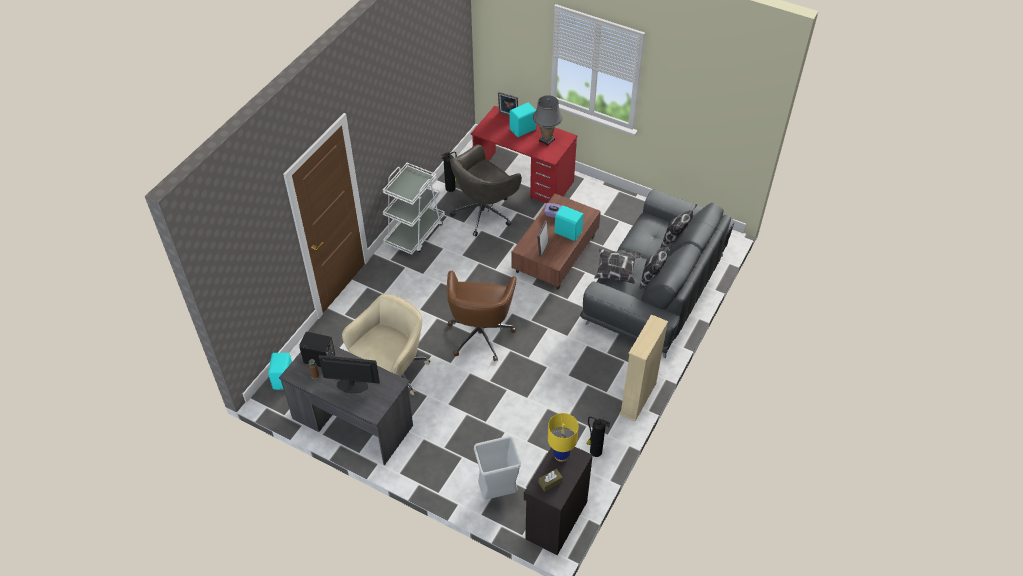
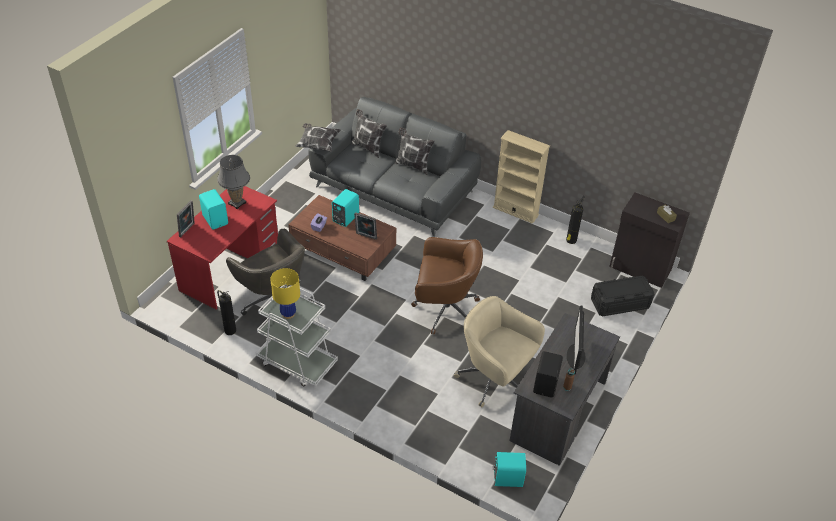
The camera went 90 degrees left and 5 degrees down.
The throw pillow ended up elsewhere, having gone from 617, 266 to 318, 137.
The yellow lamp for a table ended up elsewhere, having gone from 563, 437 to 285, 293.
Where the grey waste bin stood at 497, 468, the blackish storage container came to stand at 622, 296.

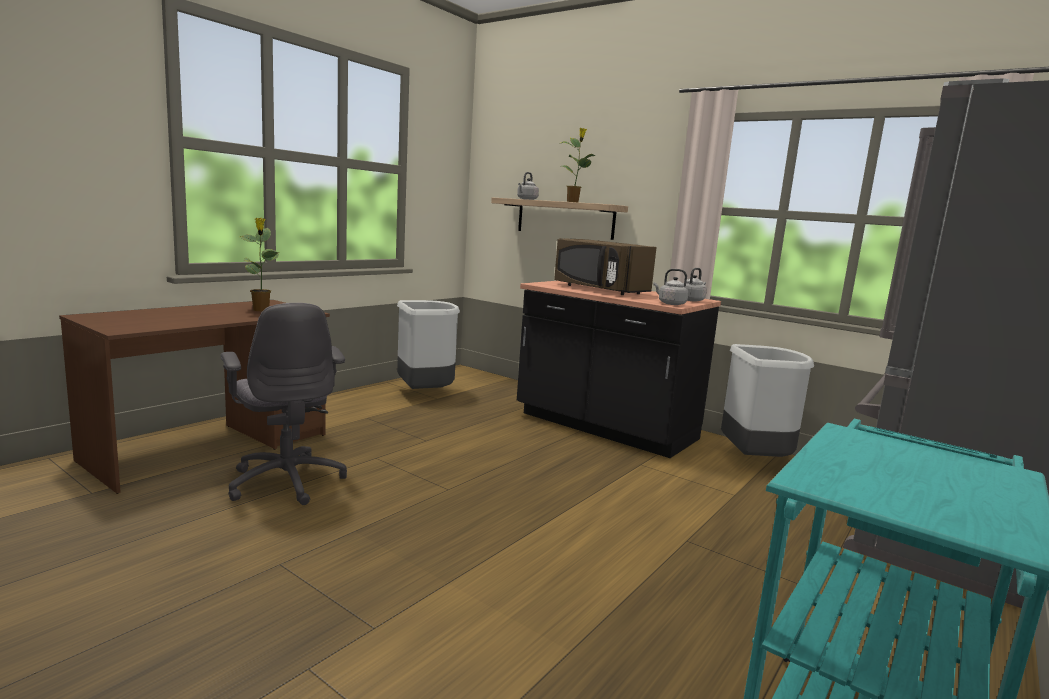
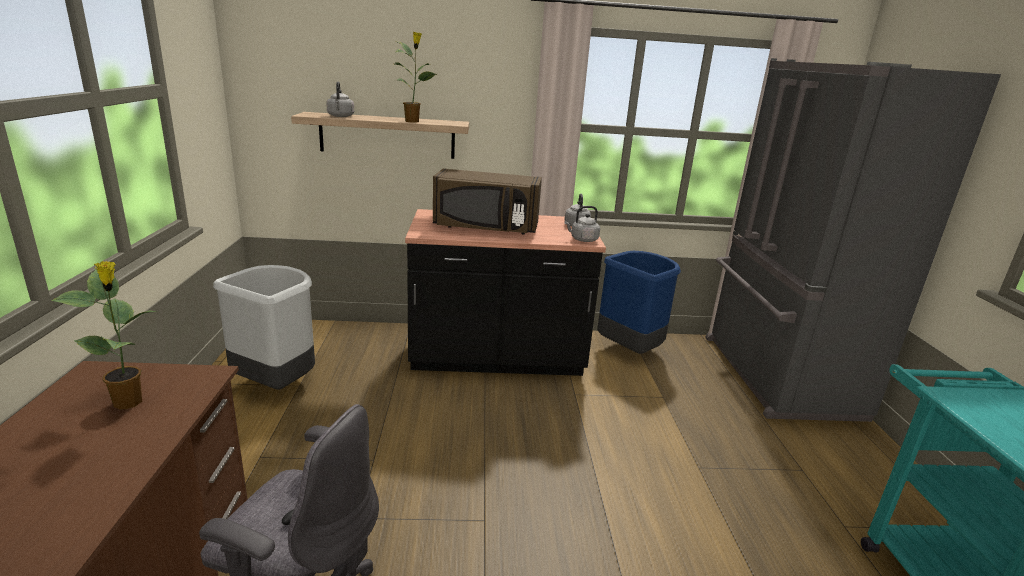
The camera went 40 degrees left and 10 degrees up.
What was the grey waste bin at 767, 400 turned into the bluish waste bin at 639, 302.

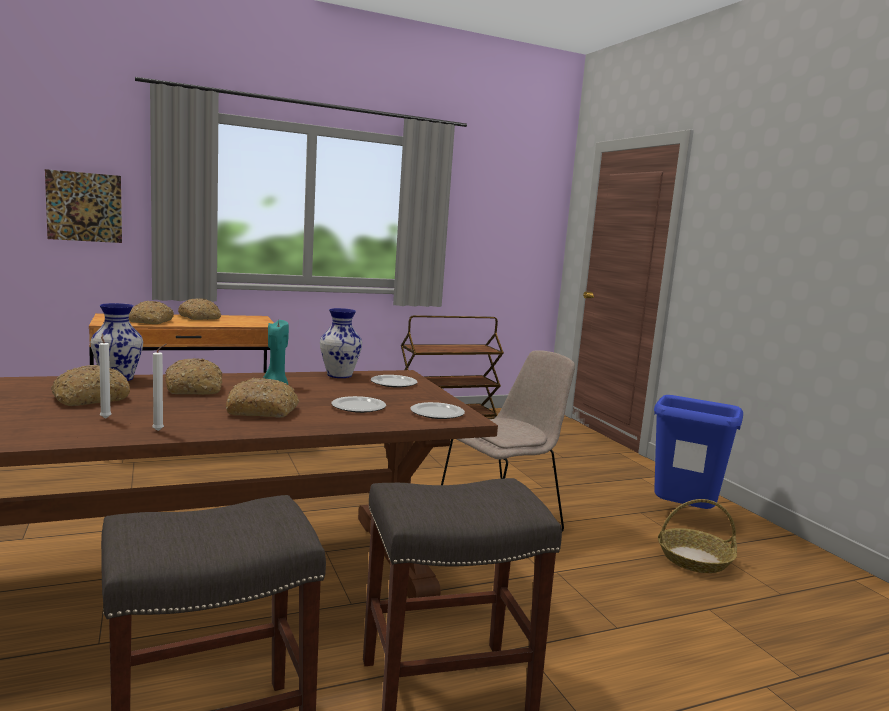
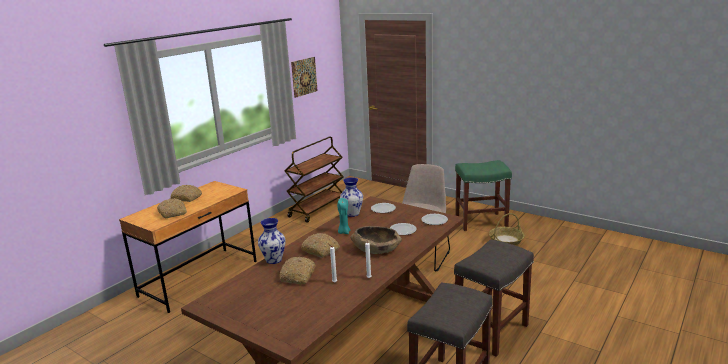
The camera went 30 degrees left and 10 degrees up.
The wall art ended up elsewhere, having gone from 83, 206 to 304, 77.
Where the baked bread stood at 262, 398, the brown serving bowl came to stand at 376, 240.
Where the bluish waste bin stood at 698, 452, the green stool seat came to stand at 483, 195.

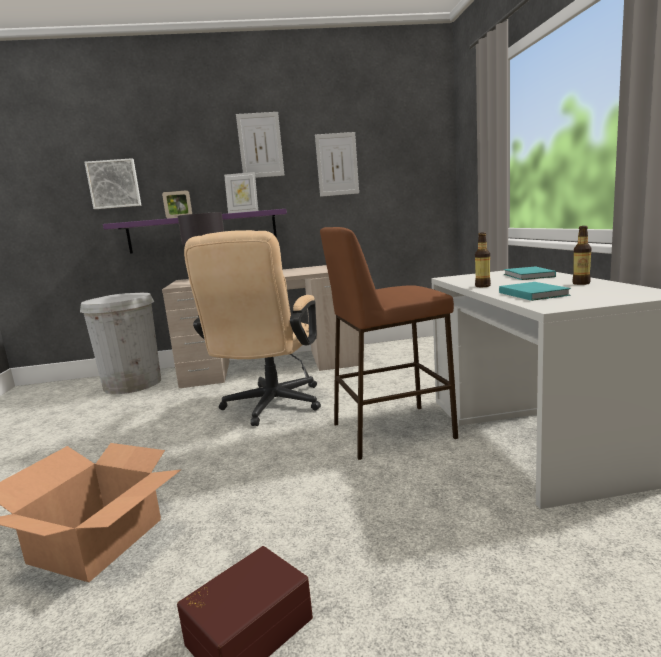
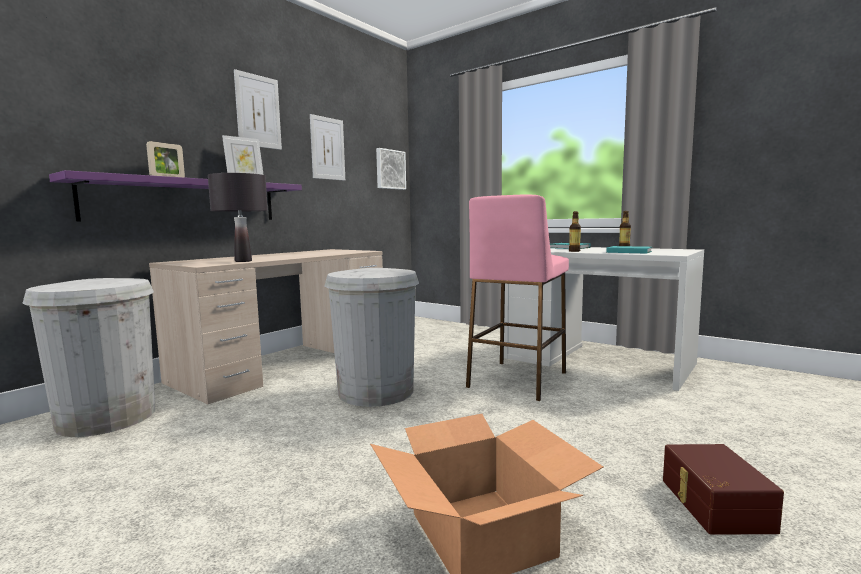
The camera went 45 degrees left and 5 degrees down.
The wall art ended up elsewhere, having gone from 113, 183 to 391, 169.
What was the brown stool seat at 389, 343 turned into the pink-coloured stool seat at 517, 297.
Where the beige desk chair stood at 252, 328, the white waste bin came to stand at 372, 337.

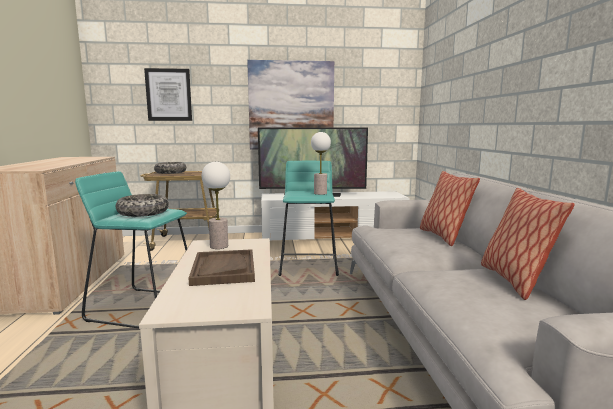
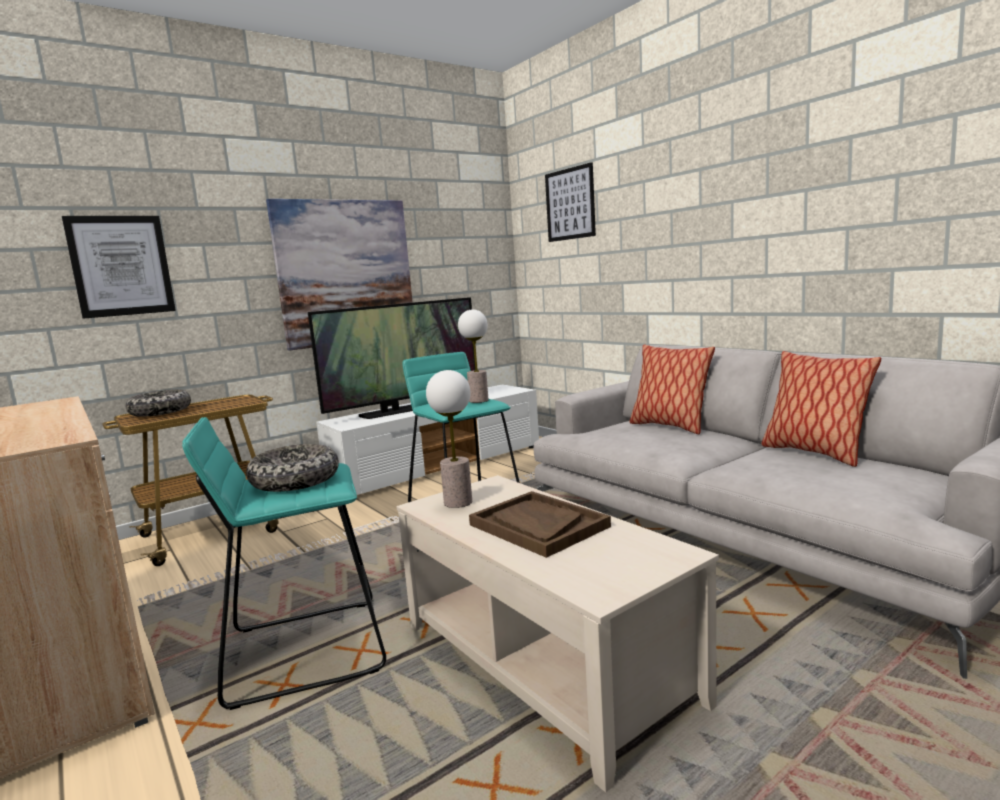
The camera went 30 degrees left and 0 degrees up.
The second view gained the wall art at 570, 202.

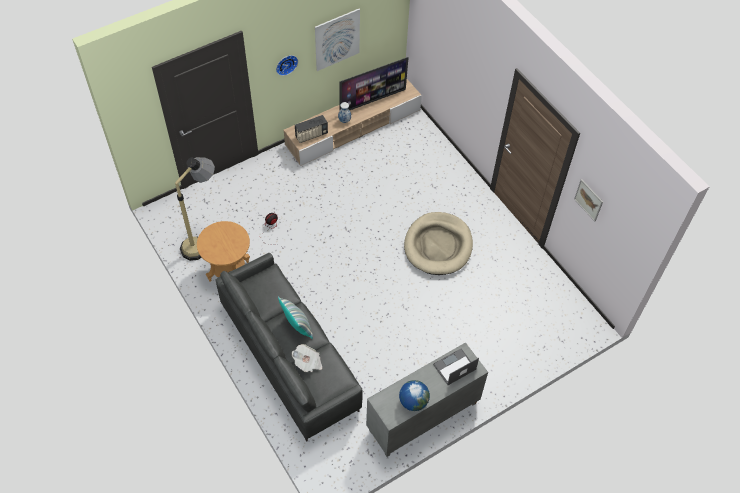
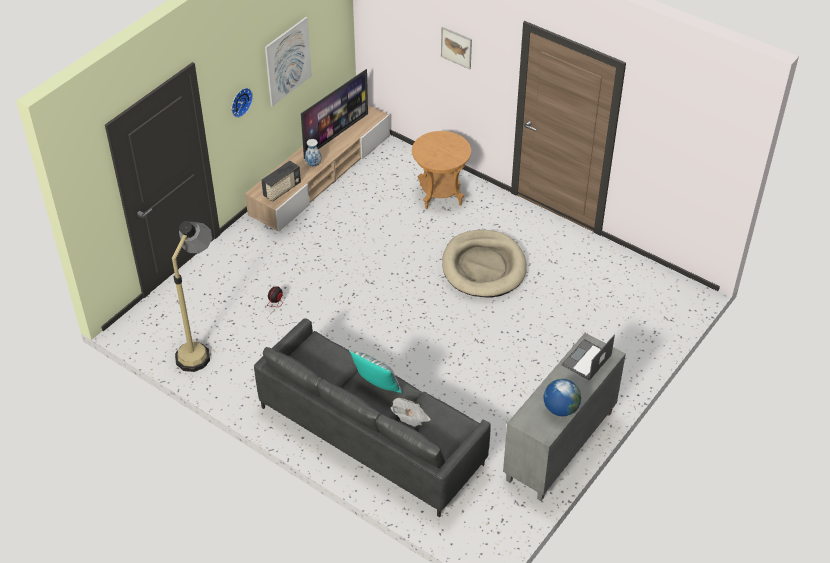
The camera went 20 degrees left and 10 degrees down.
The wall art ended up elsewhere, having gone from 588, 200 to 456, 48.
The brown accent table ended up elsewhere, having gone from 223, 251 to 441, 170.

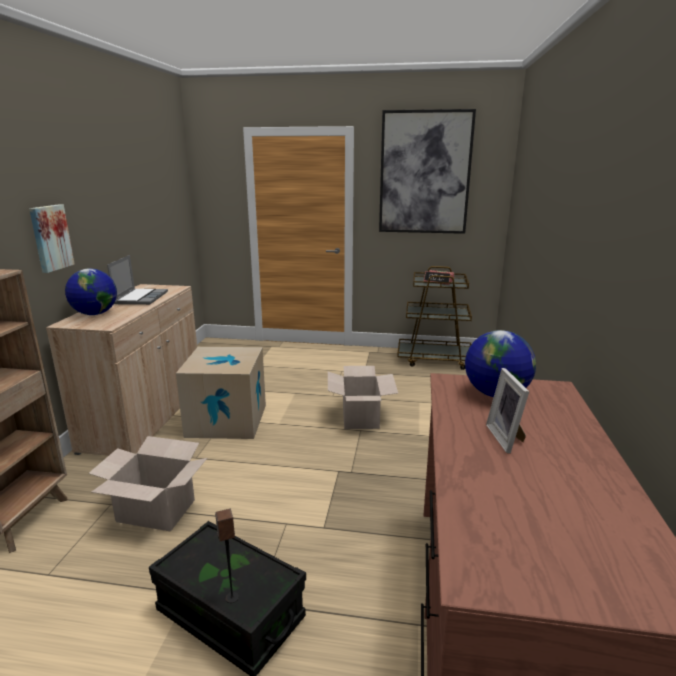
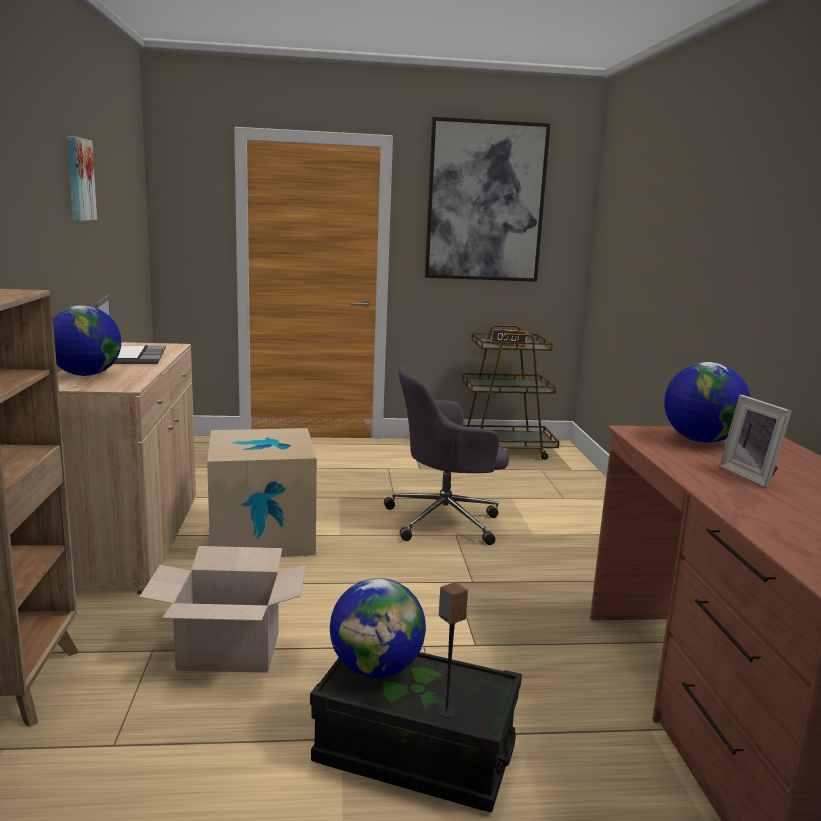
The camera went 15 degrees left and 5 degrees down.
The wall art ended up elsewhere, having gone from 52, 238 to 82, 178.
Where the packing box stood at 363, 397, the grey desk chair came to stand at 446, 456.
The second view gained the world globe at 378, 628.

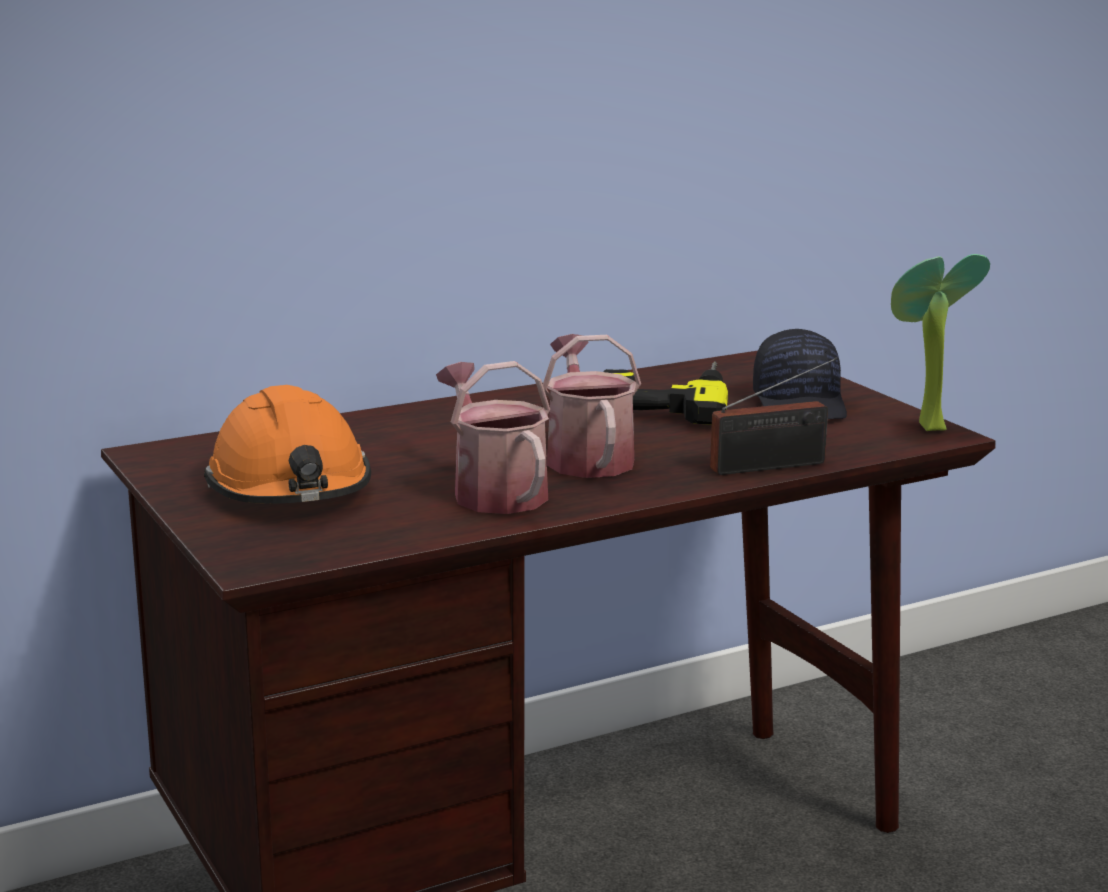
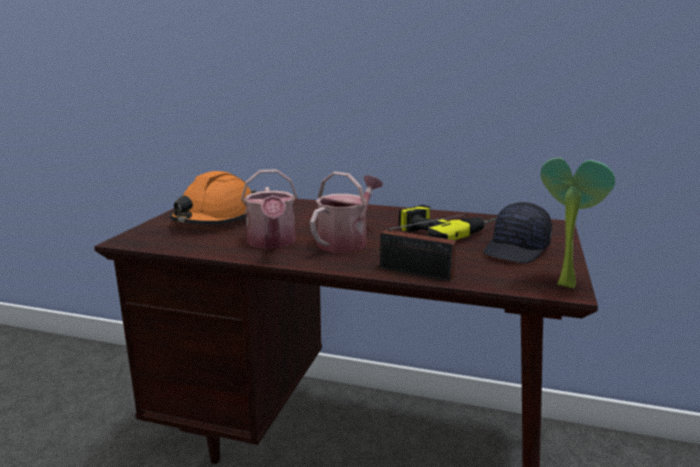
The camera went 45 degrees right and 0 degrees up.
The sprinkling can at 493, 437 ended up facing another way, 150 degrees clockwise from before.

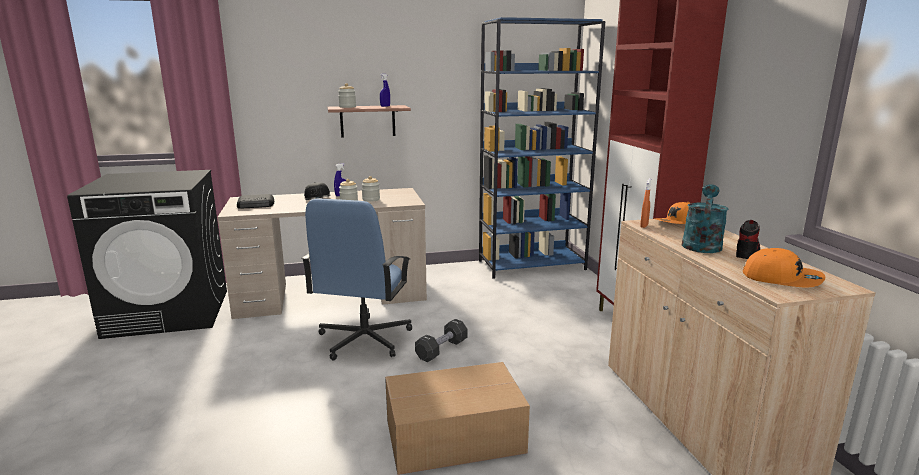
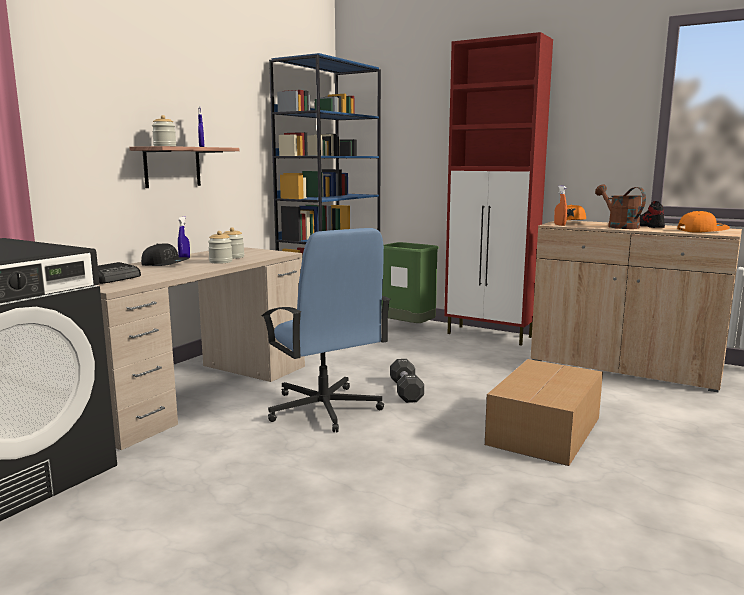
The camera went 45 degrees left and 5 degrees down.
What was the turquoise-coloured sprinkling can at 705, 218 turned into the brown sprinkling can at 620, 206.
The second view gained the green waste bin at 410, 282.

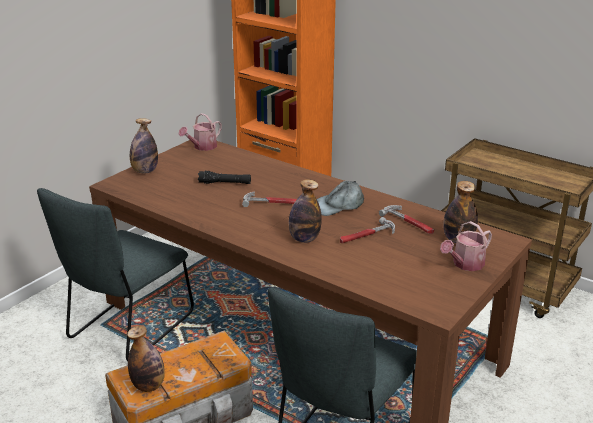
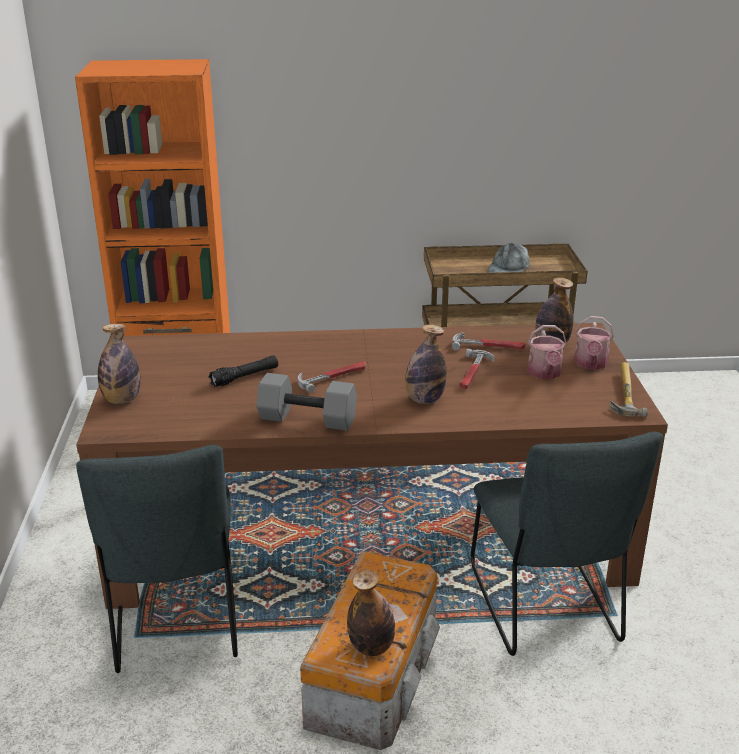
The camera went 40 degrees left and 0 degrees up.
The sprinkling can ended up elsewhere, having gone from 200, 132 to 547, 352.
The grey cap ended up elsewhere, having gone from 340, 198 to 509, 257.
The second view gained the hand hammer at 628, 389.
The second view gained the grey hand weight at 306, 402.

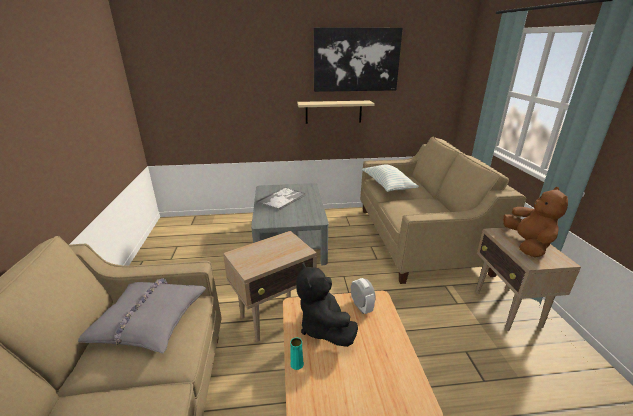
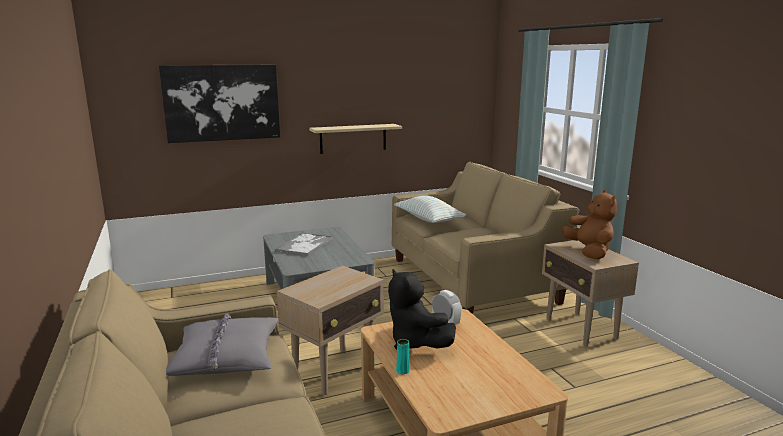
The camera went 15 degrees left and 10 degrees down.
The wall art ended up elsewhere, having gone from 358, 59 to 219, 104.

